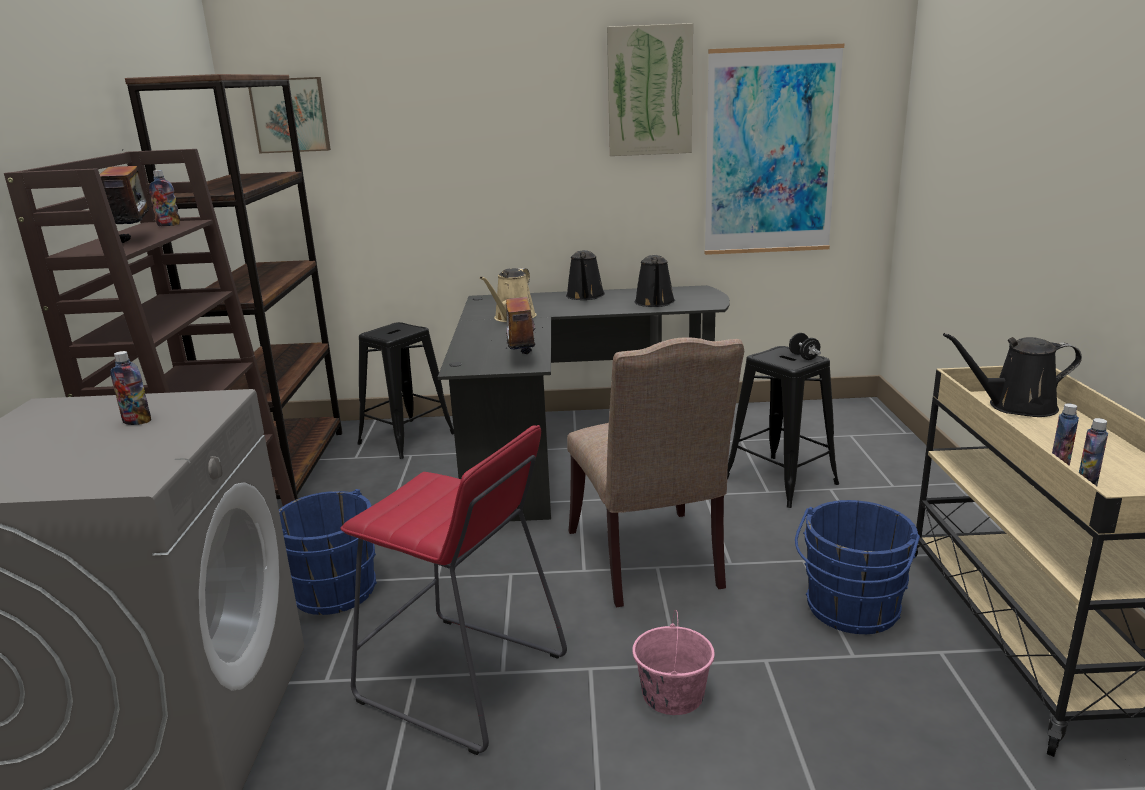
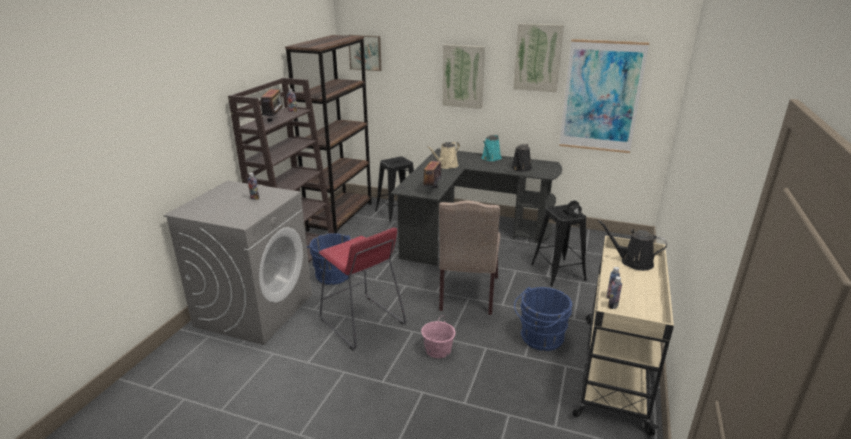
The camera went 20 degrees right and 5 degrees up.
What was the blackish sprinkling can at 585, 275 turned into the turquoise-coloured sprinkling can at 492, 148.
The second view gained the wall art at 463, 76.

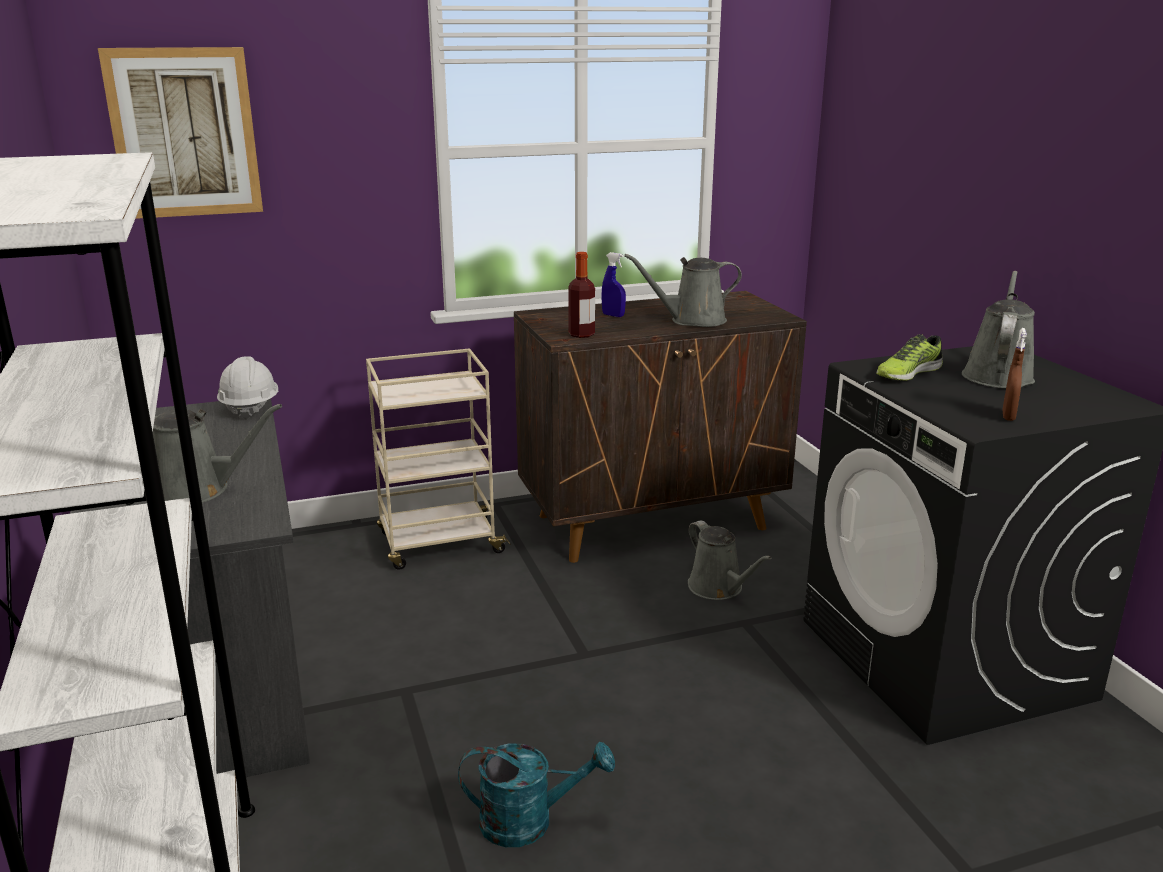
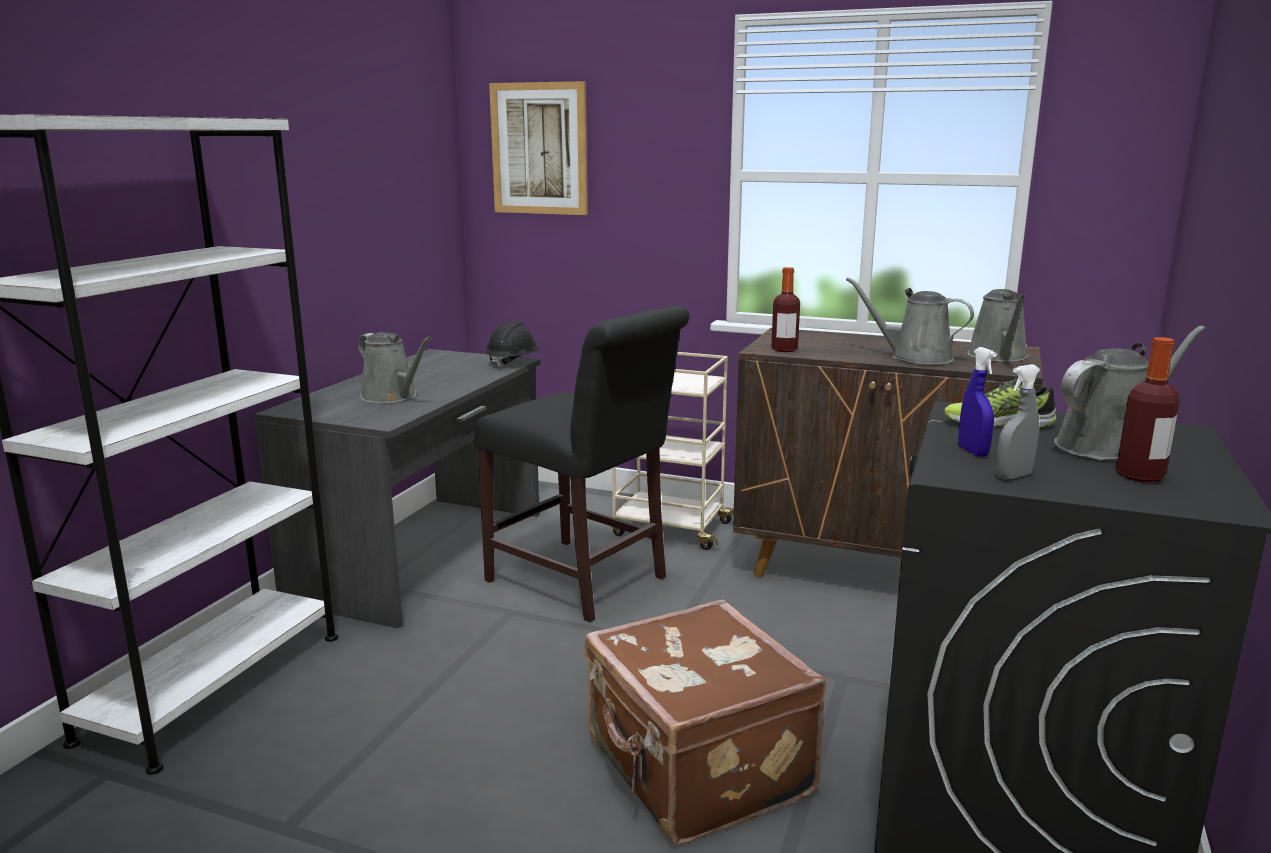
The camera went 40 degrees right and 5 degrees down.
The bluish sprayer ended up elsewhere, having gone from 613, 284 to 977, 402.
What was the brown sprayer at 1014, 374 turned into the grey sprayer at 1018, 422.
What was the white safety helmet at 247, 388 turned into the blackish safety helmet at 513, 344.
The grey sprinkling can ended up elsewhere, having gone from 730, 560 to 997, 325.
The second view lost the turquoise-coloured sprinkling can at 536, 794.
The second view gained the blackish plain chair at 582, 464.
The second view gained the drink bottle at 1148, 409.
The second view gained the brown suitcase at 705, 722.

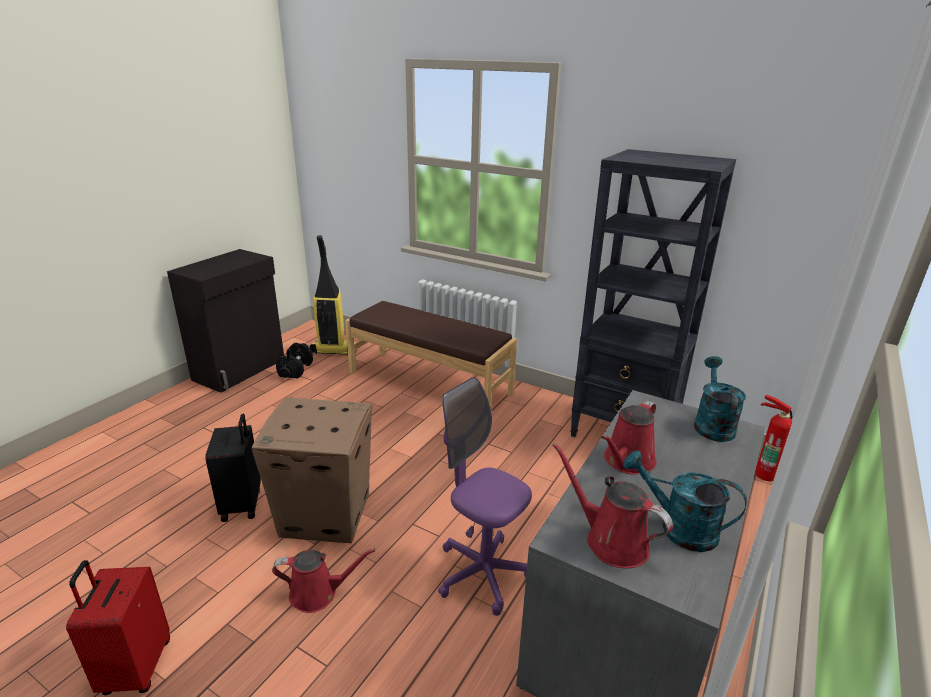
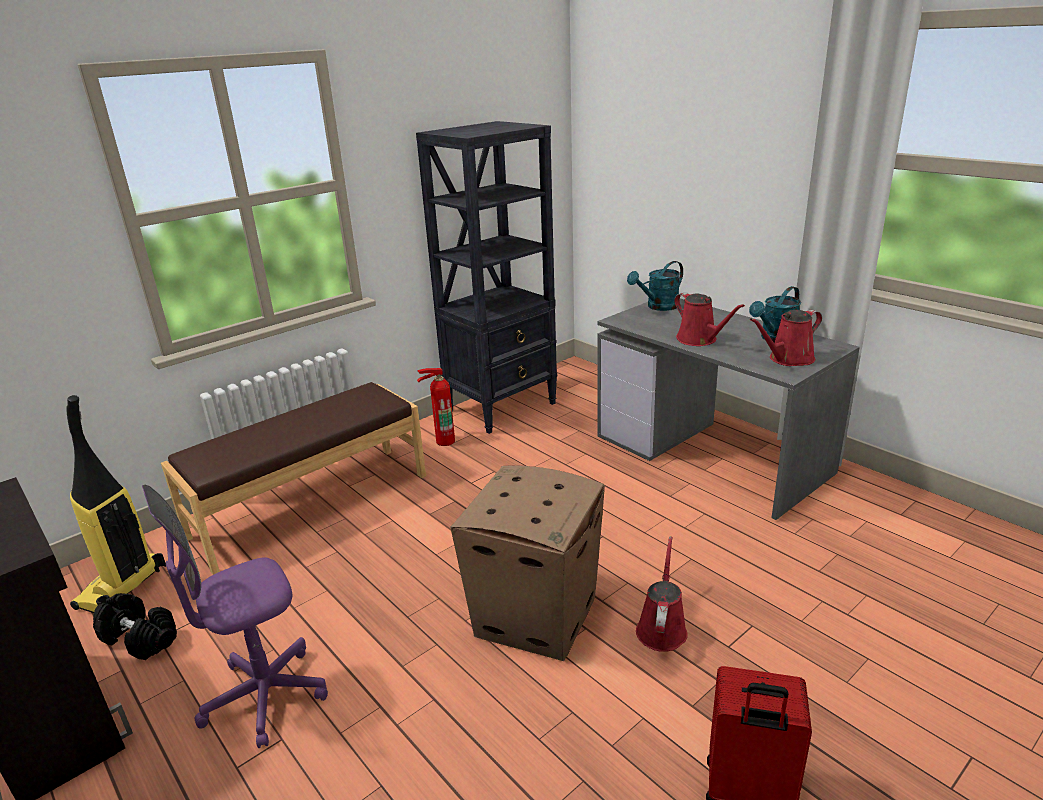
The camera went 70 degrees left and 0 degrees up.
The turquoise-coloured sprinkling can at 720, 399 ended up facing another way, 60 degrees counterclockwise from before.
The purple-coloured desk chair ended up elsewhere, having gone from 485, 496 to 235, 616.
The fire extinguisher ended up elsewhere, having gone from 773, 438 to 436, 407.
The second view lost the blackish suitcase at 233, 468.

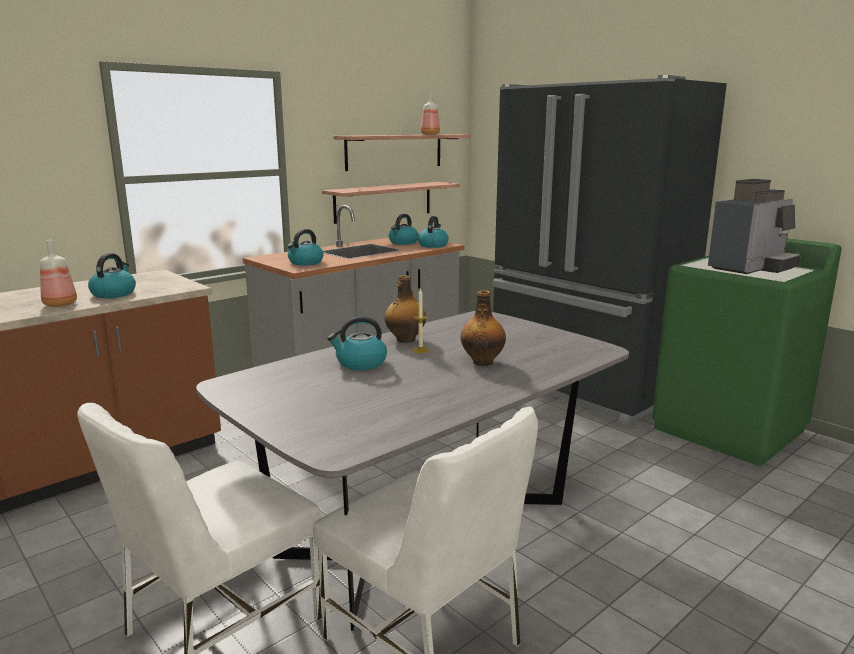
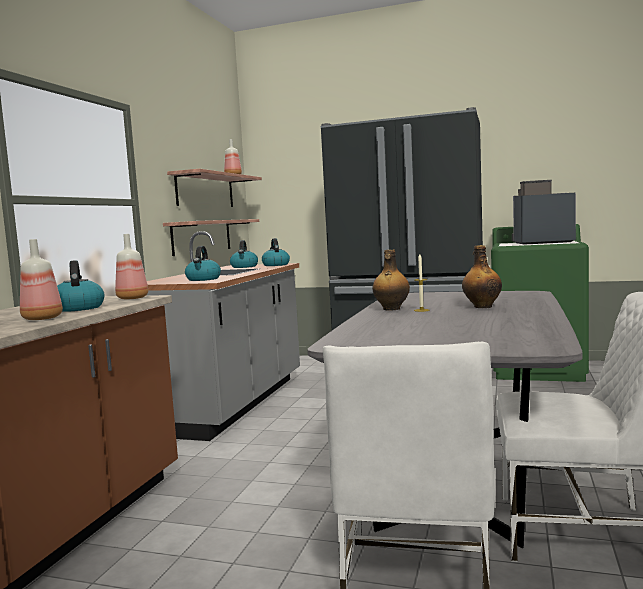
The camera went 30 degrees left and 10 degrees down.
The coffee brewer at 754, 226 ended up facing another way, 105 degrees counterclockwise from before.
The second view lost the water kettle at 357, 343.
The second view gained the drink bottle at 131, 266.

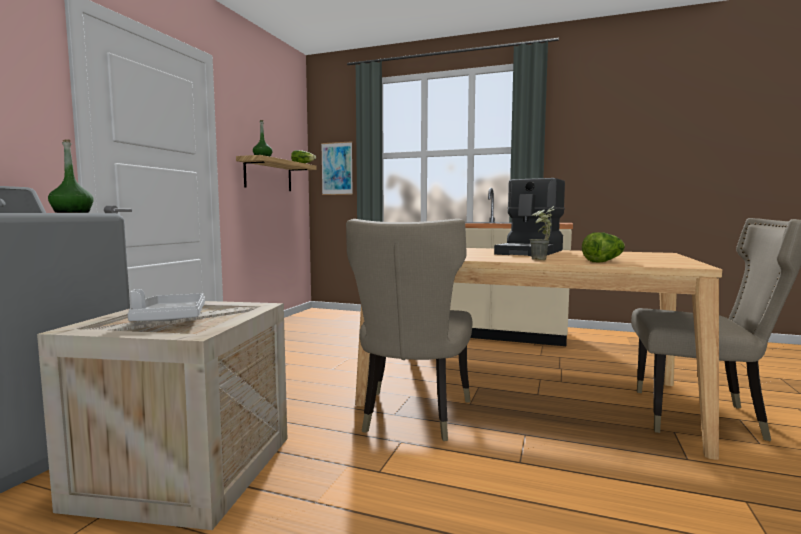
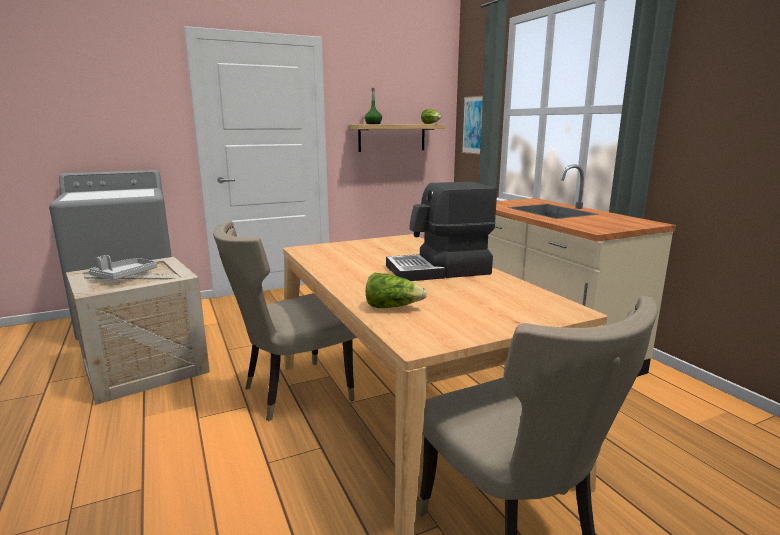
The camera went 45 degrees right and 10 degrees up.
The second view lost the green drink bottle at 71, 176.
The second view lost the potted plant at 542, 233.

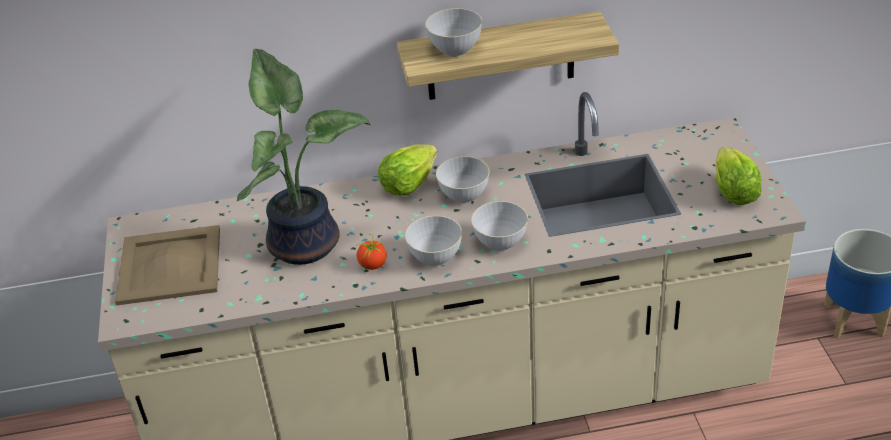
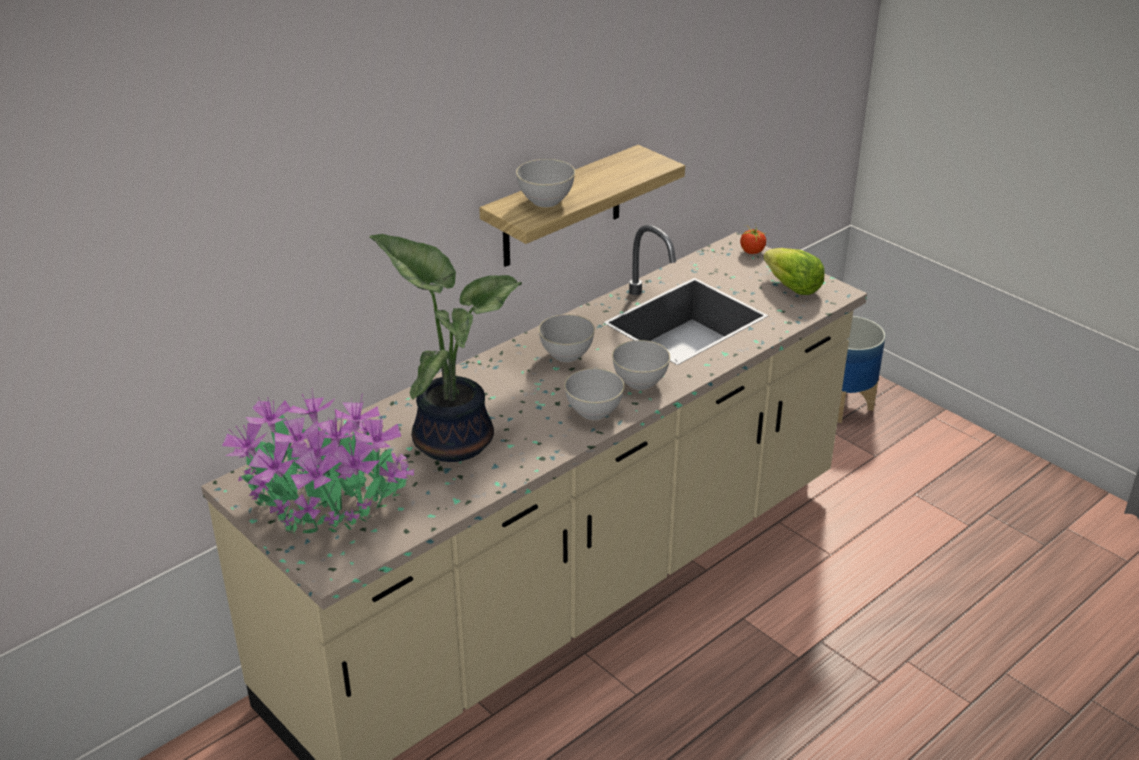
The camera went 35 degrees left and 5 degrees down.
The second view lost the lettuce head at 407, 170.
Where the beige carrying tray stood at 167, 265, the potted plant came to stand at 318, 463.
The whole tomato ended up elsewhere, having gone from 372, 252 to 753, 238.

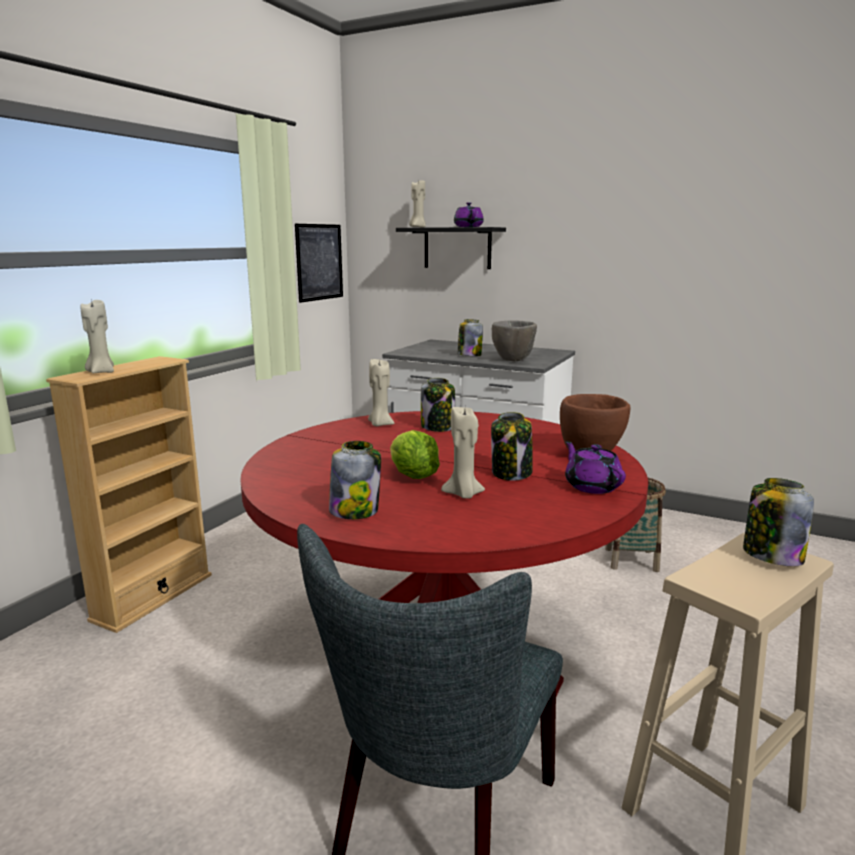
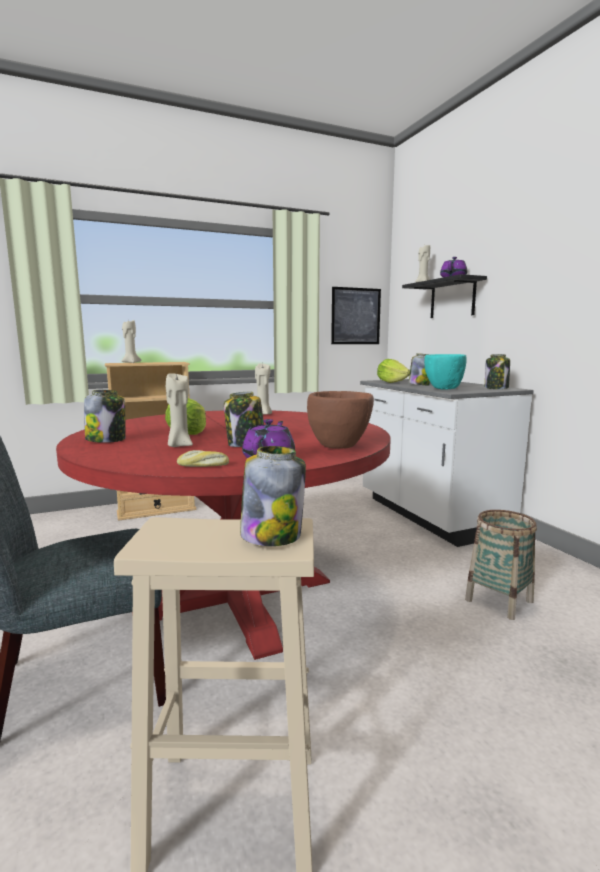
The camera went 40 degrees right and 5 degrees down.
What was the grey serving bowl at 514, 340 turned into the turquoise-coloured serving bowl at 445, 372.
The storage jar ended up elsewhere, having gone from 438, 405 to 497, 371.
The second view gained the lettuce head at 393, 371.
The second view gained the baked bread at 203, 458.

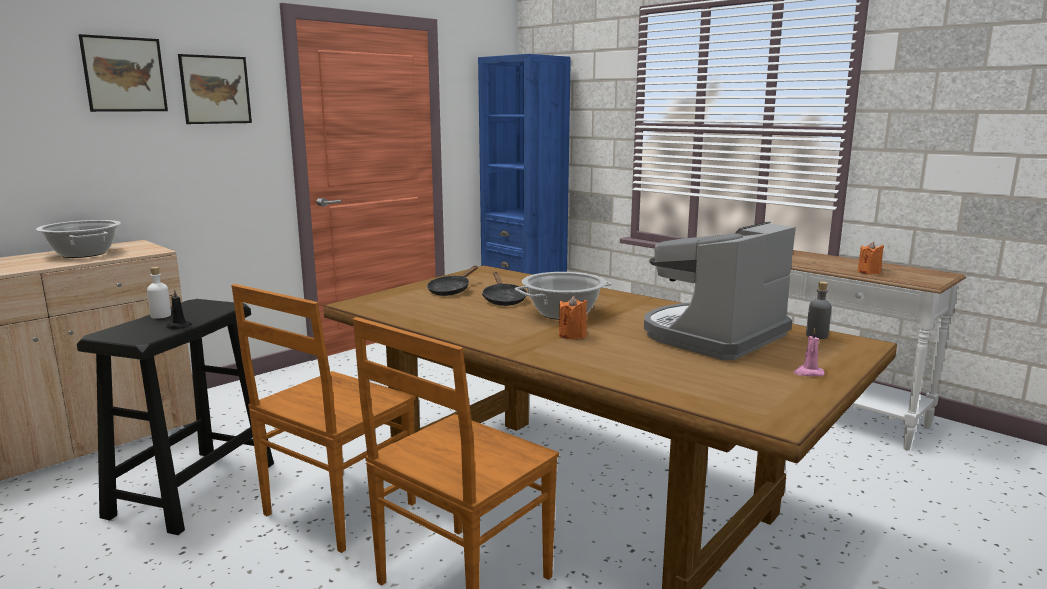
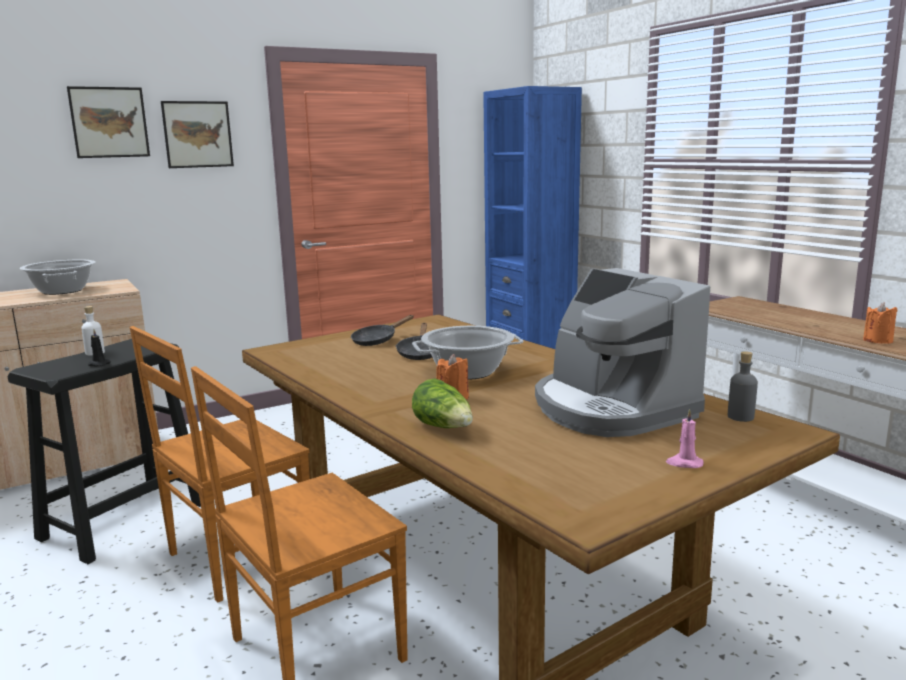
The camera went 15 degrees right and 0 degrees up.
The coffee brewer at 720, 291 ended up facing another way, 90 degrees counterclockwise from before.
The second view gained the lettuce head at 442, 403.

